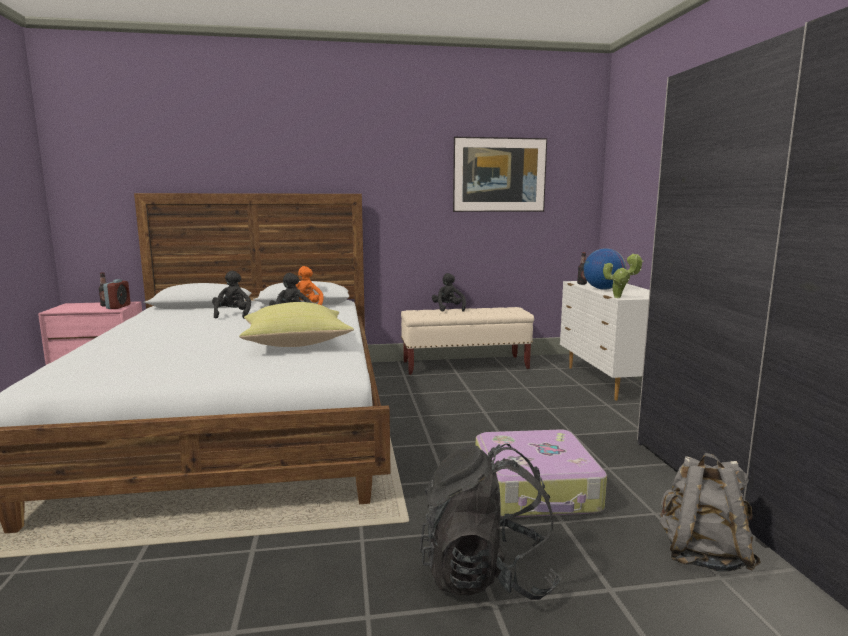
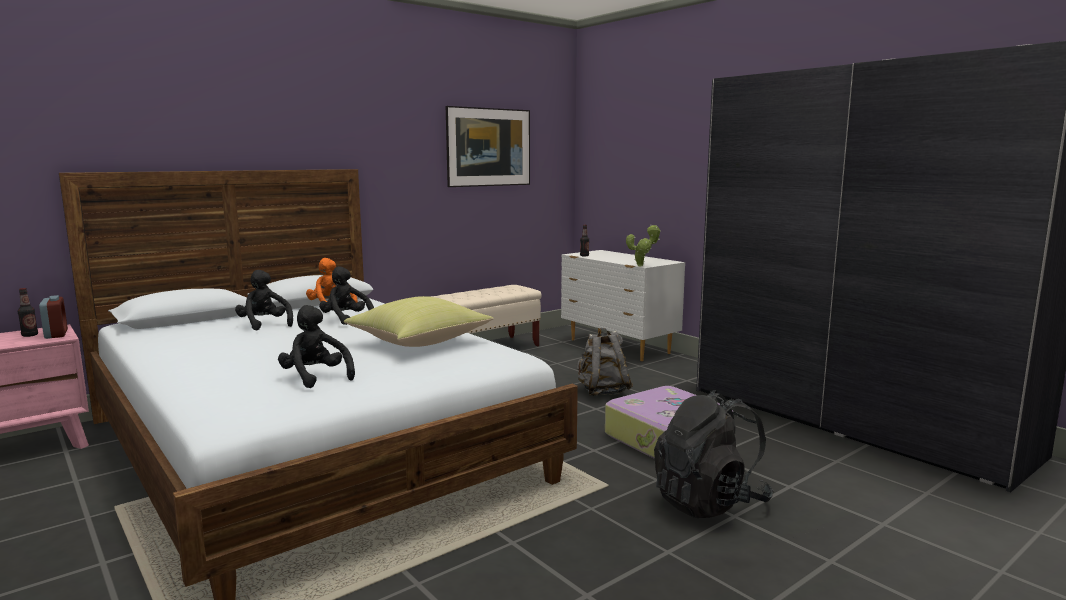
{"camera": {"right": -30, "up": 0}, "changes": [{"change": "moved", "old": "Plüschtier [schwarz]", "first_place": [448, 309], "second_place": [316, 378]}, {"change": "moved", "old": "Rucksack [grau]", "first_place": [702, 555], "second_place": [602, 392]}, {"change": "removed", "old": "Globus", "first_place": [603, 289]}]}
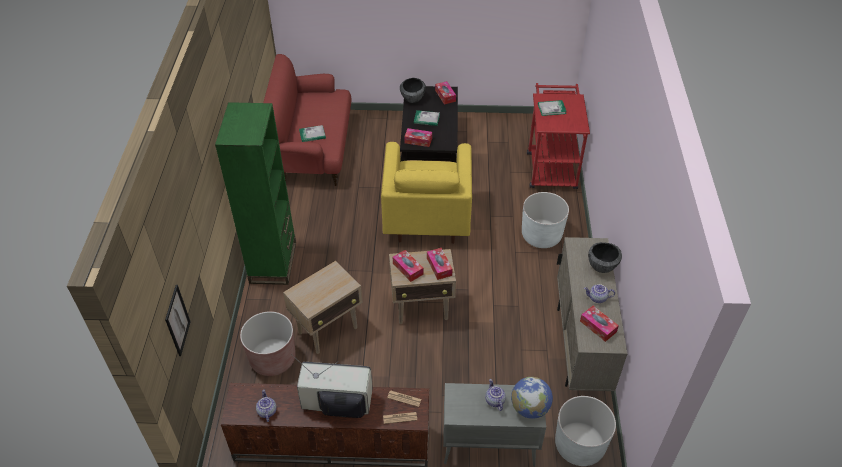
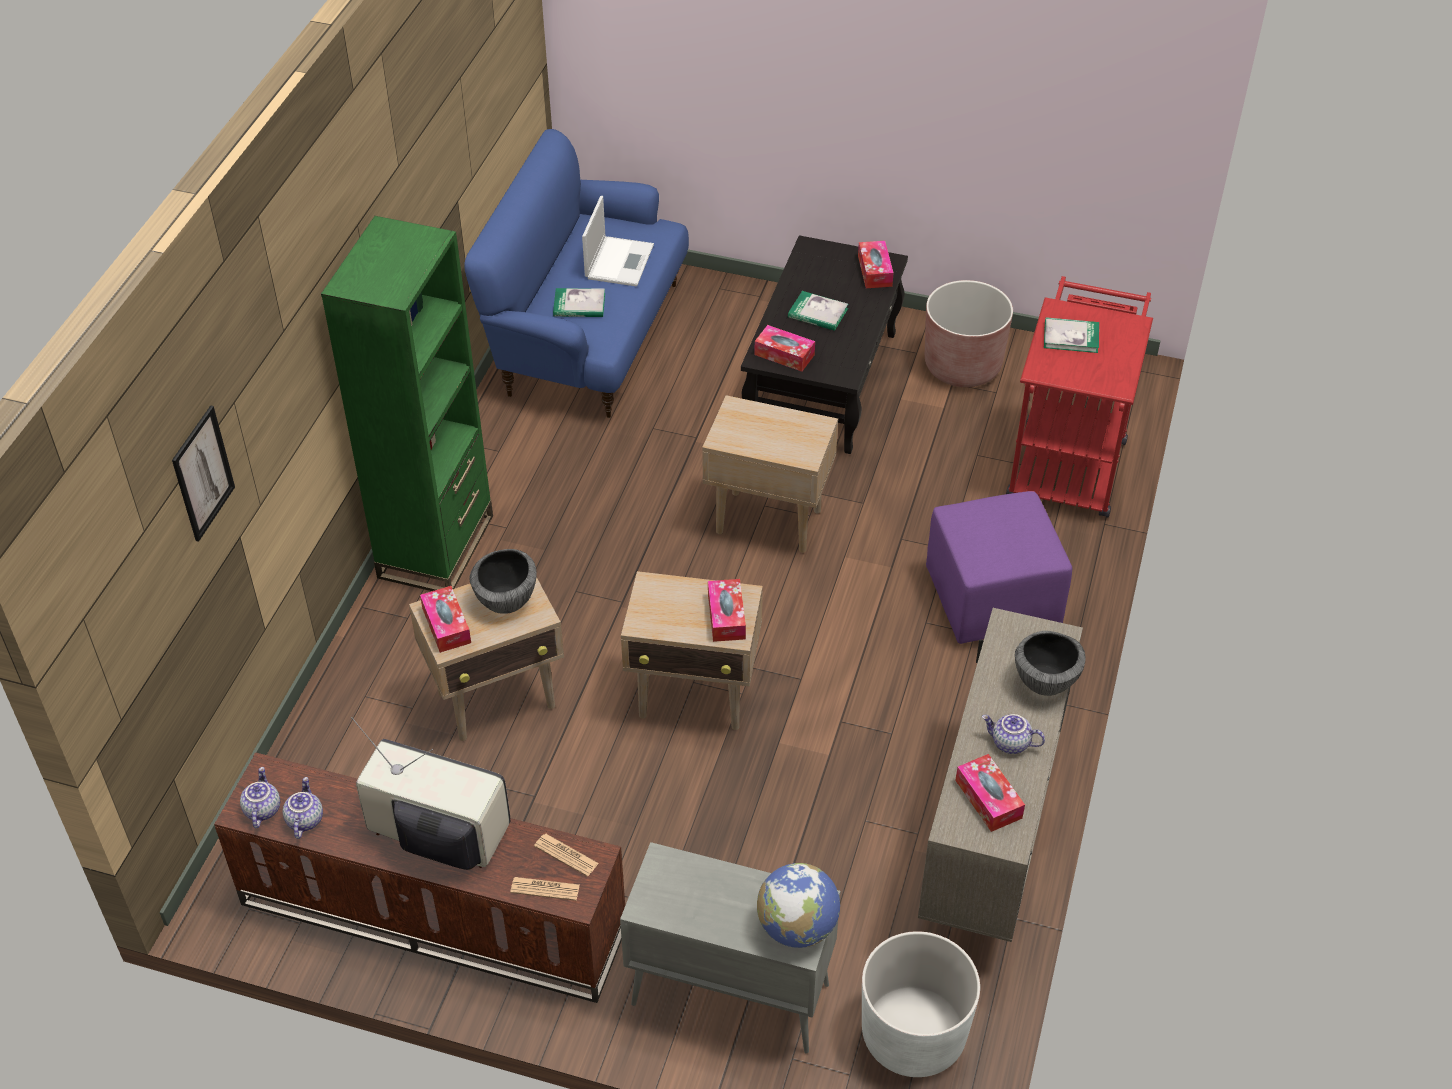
{"camera": {"right": 15, "up": 0}, "changes": [{"change": "moved", "old": "Bild", "first_place": [177, 320], "second_place": [203, 473]}, {"change": "moved", "old": "Teekanne", "first_place": [494, 400], "second_place": [261, 809]}, {"change": "moved", "old": "Taschentuchbox", "first_place": [408, 269], "second_place": [446, 625]}, {"change": "recoloured", "old": "Sofa [rot]", "new": "Sofa [blau]", "first_place": [313, 151], "second_place": [588, 338]}, {"change": "moved", "old": "Schüssel", "first_place": [412, 99], "second_place": [506, 601]}, {"change": "added", "new": "Laptop", "second_place": [619, 261]}, {"change": "replaced", "old": "Sessel [gelb]", "new": "Beistelltisch [beige]", "first_place": [426, 220], "second_place": [767, 521]}, {"change": "moved", "old": "Pflanzkübel [braun]", "first_place": [272, 359], "second_place": [962, 366]}, {"change": "replaced", "old": "Pflanzkübel [weiß]", "new": "Polsterhocker [lila]", "first_place": [541, 235], "second_place": [993, 600]}]}
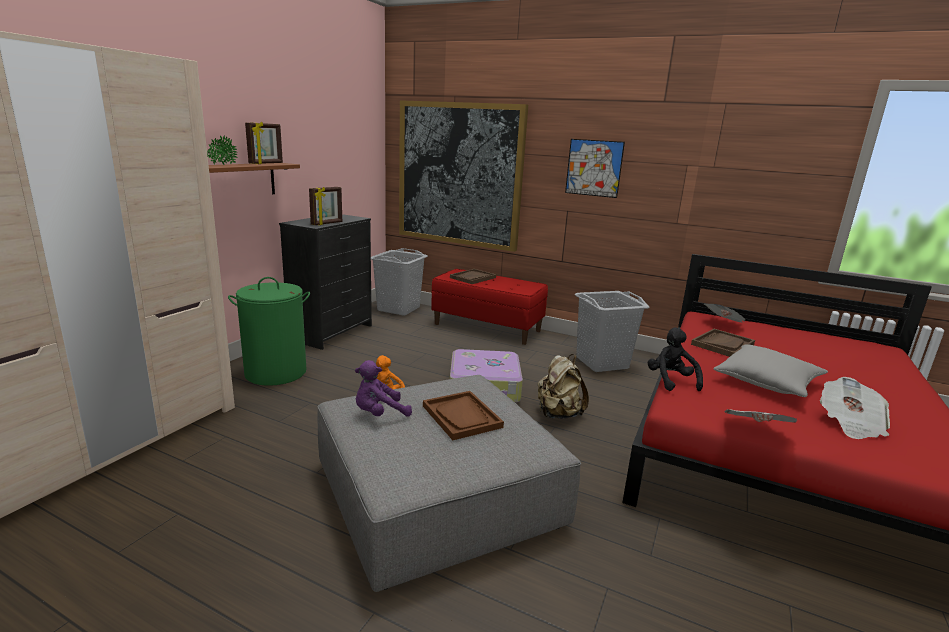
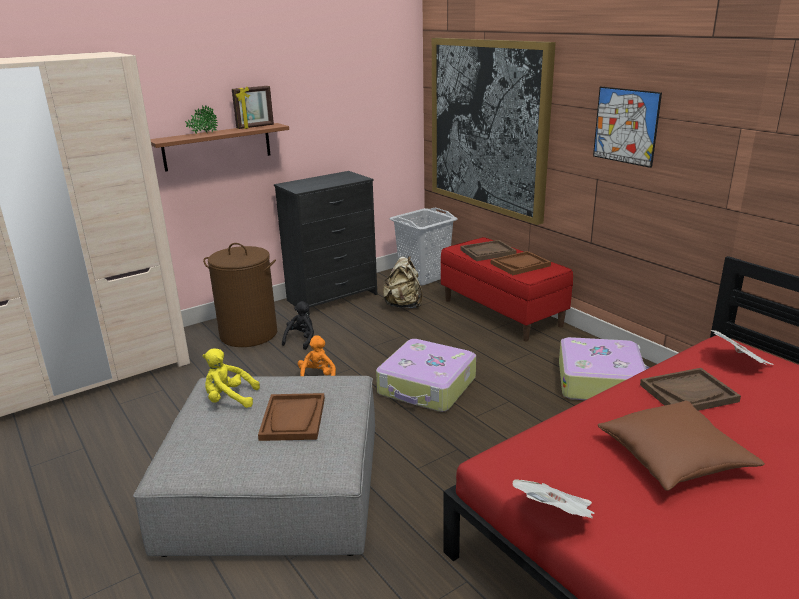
{"camera": {"right": 30, "up": 5}, "changes": [{"change": "recoloured", "old": "Wäschekorb [grün]", "new": "Wäschekorb [braun]", "first_place": [276, 372], "second_place": [249, 334]}, {"change": "recoloured", "old": "Plüschtier [lila]", "new": "Plüschtier [gelb]", "first_place": [379, 414], "second_place": [229, 399]}, {"change": "moved", "old": "Plüschtier [schwarz]", "first_place": [671, 381], "second_place": [301, 340]}, {"change": "moved", "old": "Rucksack [beige]", "first_place": [558, 414], "second_place": [403, 305]}, {"change": "added", "new": "Tablett [braun]", "second_place": [520, 264]}, {"change": "replaced", "old": "Wäschekorb [grau]", "new": "Koffer", "first_place": [601, 363], "second_place": [600, 381]}, {"change": "recoloured", "old": "Kissen [grau]", "new": "Kissen [braun]", "first_place": [767, 383], "second_place": [674, 459]}, {"change": "removed", "old": "Bilderrahmen", "first_place": [327, 223]}, {"change": "removed", "old": "Zeitung", "first_place": [850, 424]}]}
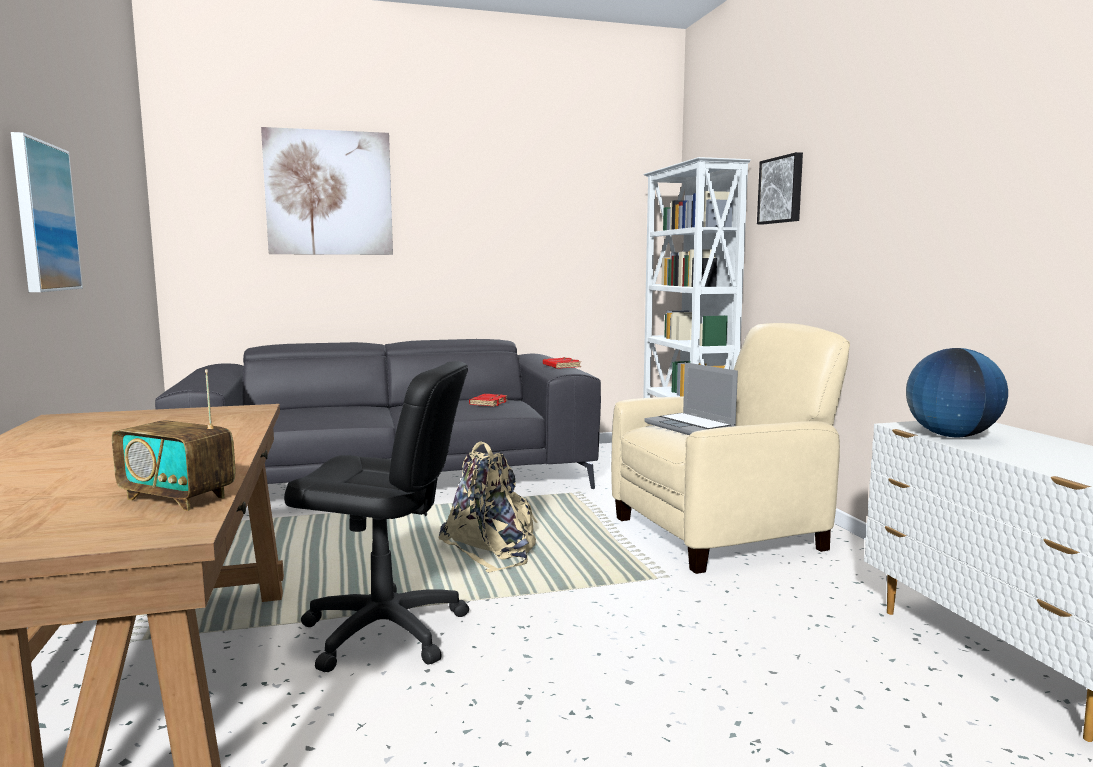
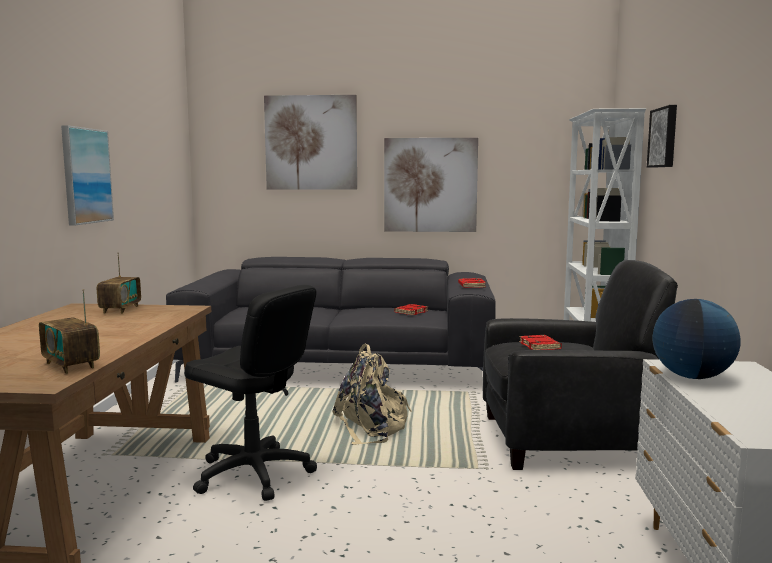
{"camera": {"right": 20, "up": 0}, "changes": [{"change": "added", "new": "Radio", "second_place": [120, 309]}, {"change": "added", "new": "Bild", "second_place": [430, 185]}, {"change": "recoloured", "old": "Sessel [beige]", "new": "Sessel [schwarz]", "first_place": [720, 533], "second_place": [565, 440]}, {"change": "replaced", "old": "Laptop", "new": "Buch [rot]", "first_place": [691, 426], "second_place": [540, 346]}]}
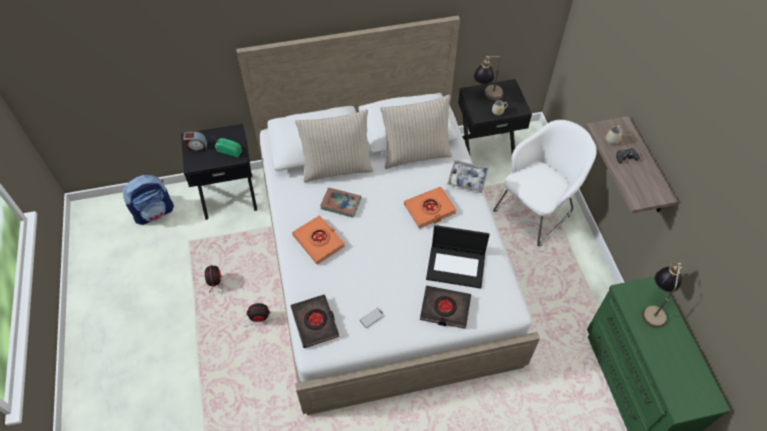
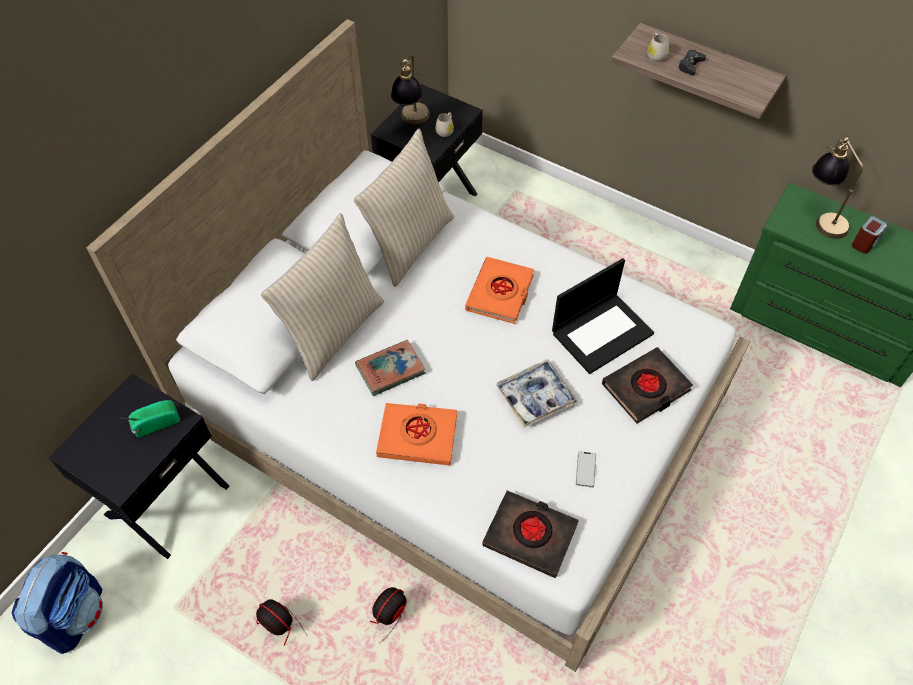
{"camera": {"right": -45, "up": 0}, "changes": [{"change": "moved", "old": "Tablett", "first_place": [467, 179], "second_place": [536, 397]}, {"change": "moved", "old": "Wecker", "first_place": [197, 146], "second_place": [865, 242]}, {"change": "removed", "old": "Sessel [weiß]", "first_place": [535, 211]}]}
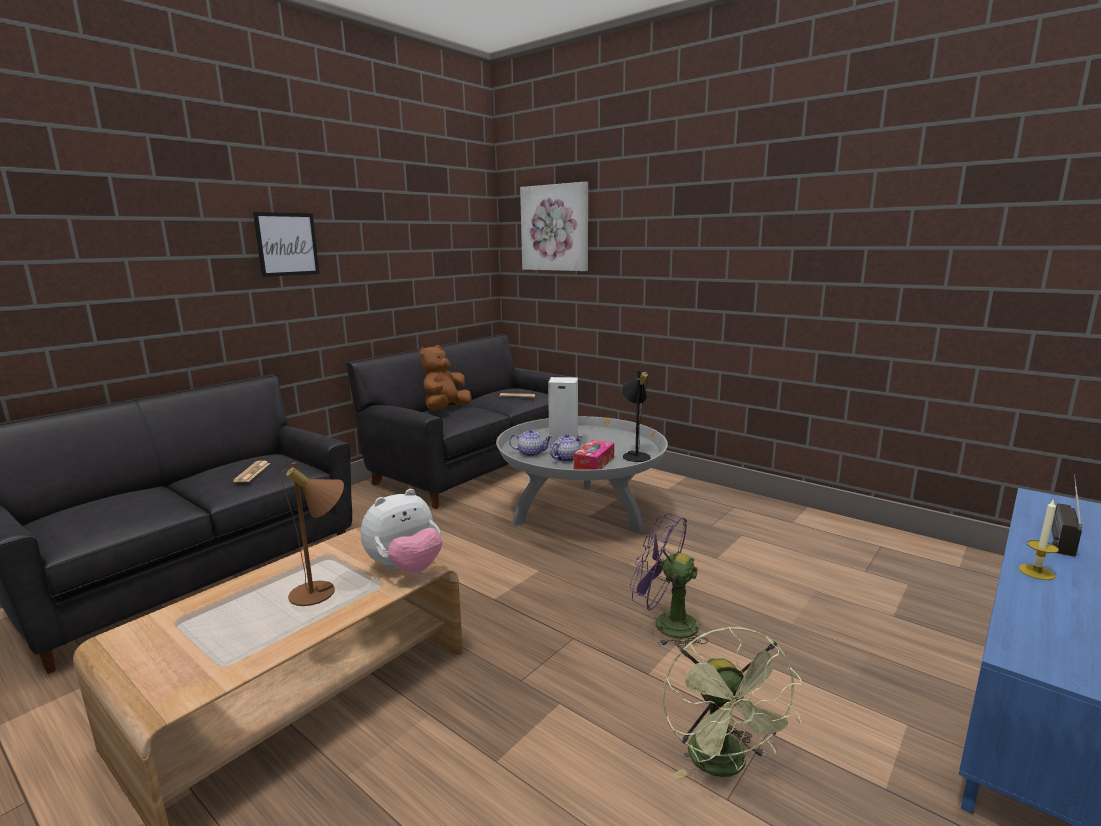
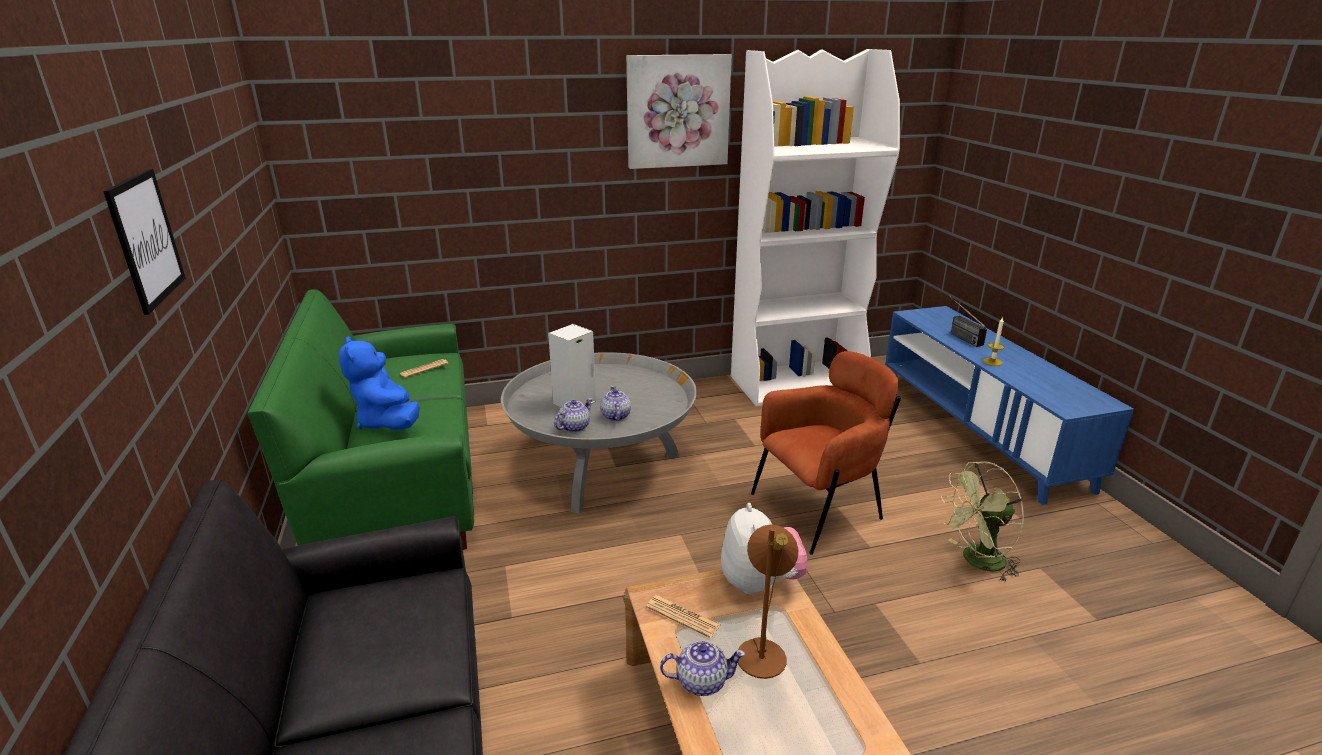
{"camera": {"right": -55, "up": 10}, "changes": [{"change": "recoloured", "old": "Sofa [schwarz]", "new": "Sofa [grün]", "first_place": [475, 467], "second_place": [397, 481]}, {"change": "recoloured", "old": "Plüschtier [braun]", "new": "Plüschtier [blau]", "first_place": [445, 409], "second_place": [388, 422]}, {"change": "moved", "old": "Bild", "first_place": [555, 228], "second_place": [677, 111]}, {"change": "moved", "old": "Zeitung", "first_place": [252, 472], "second_place": [683, 616]}, {"change": "added", "new": "Teekanne", "second_place": [701, 681]}, {"change": "added", "new": "Bücherregal [weiß]", "second_place": [797, 383]}, {"change": "replaced", "old": "Ventilator [lila]", "new": "Sessel [braun]", "first_place": [666, 624], "second_place": [819, 510]}, {"change": "turned", "old": "Ventilator [grün]", "first_place": [724, 766], "second_place": [976, 562], "degrees": 135}, {"change": "removed", "old": "Taschentuchbox", "first_place": [594, 463]}, {"change": "removed", "old": "Tischlampe [schwarz]", "first_place": [635, 455]}]}
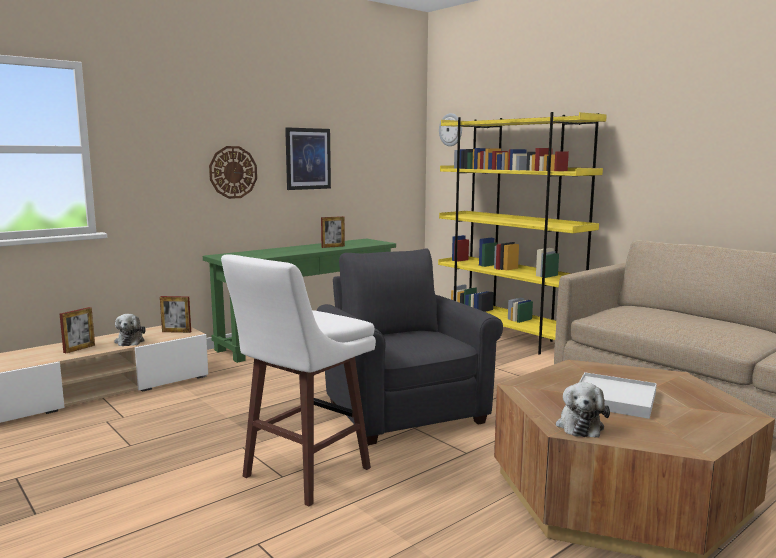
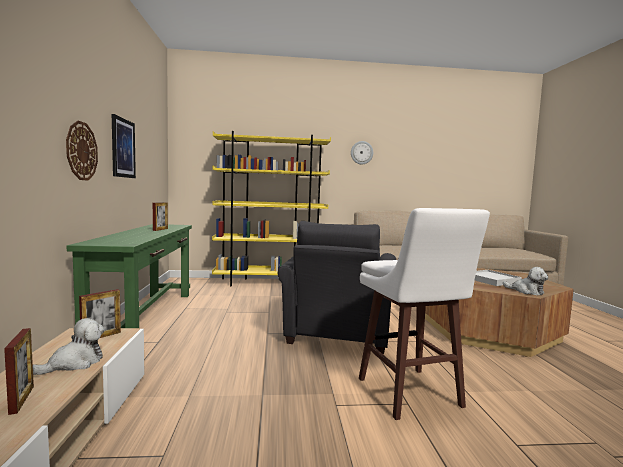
{"camera": {"right": -55, "up": -5}, "changes": [{"change": "turned", "old": "Plüschtier", "first_place": [130, 341], "second_place": [74, 363], "degrees": -75}, {"change": "turned", "old": "Sessel [grau]", "first_place": [403, 409], "second_place": [338, 335], "degrees": -90}, {"change": "moved", "old": "Wanduhr", "first_place": [451, 129], "second_place": [361, 152]}]}
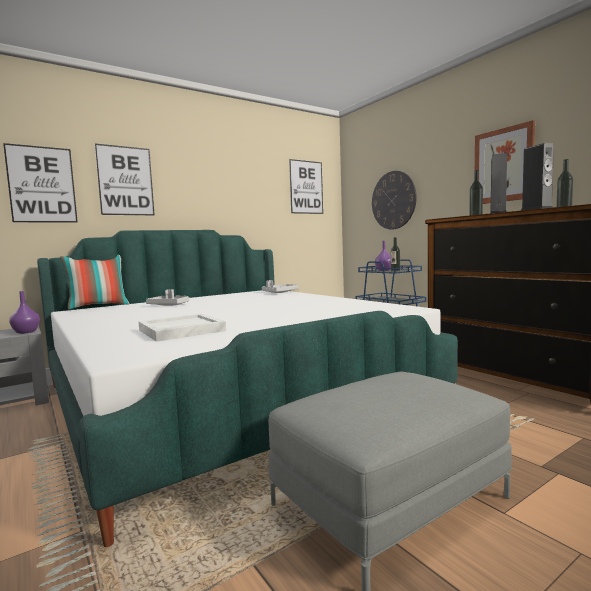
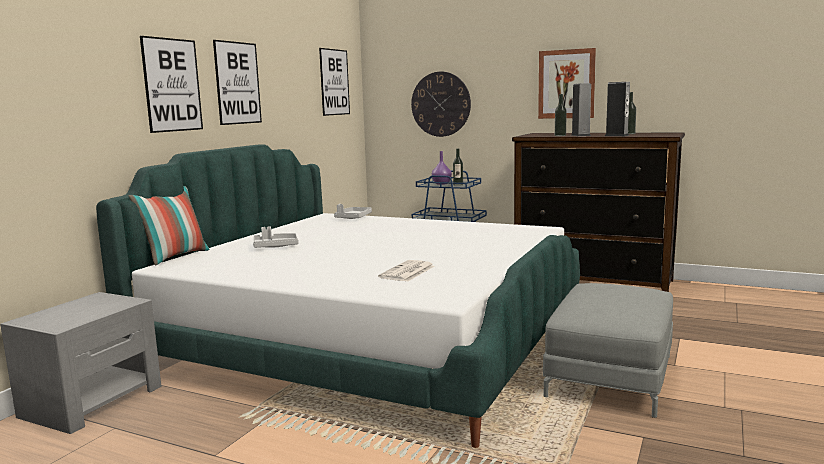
{"camera": {"right": -30, "up": 5}, "changes": [{"change": "moved", "old": "Bild", "first_place": [42, 184], "second_place": [237, 83]}, {"change": "replaced", "old": "Tablett [weiß]", "new": "Zeitung", "first_place": [181, 330], "second_place": [407, 272]}, {"change": "removed", "old": "Vase [lila]", "first_place": [26, 332]}]}
